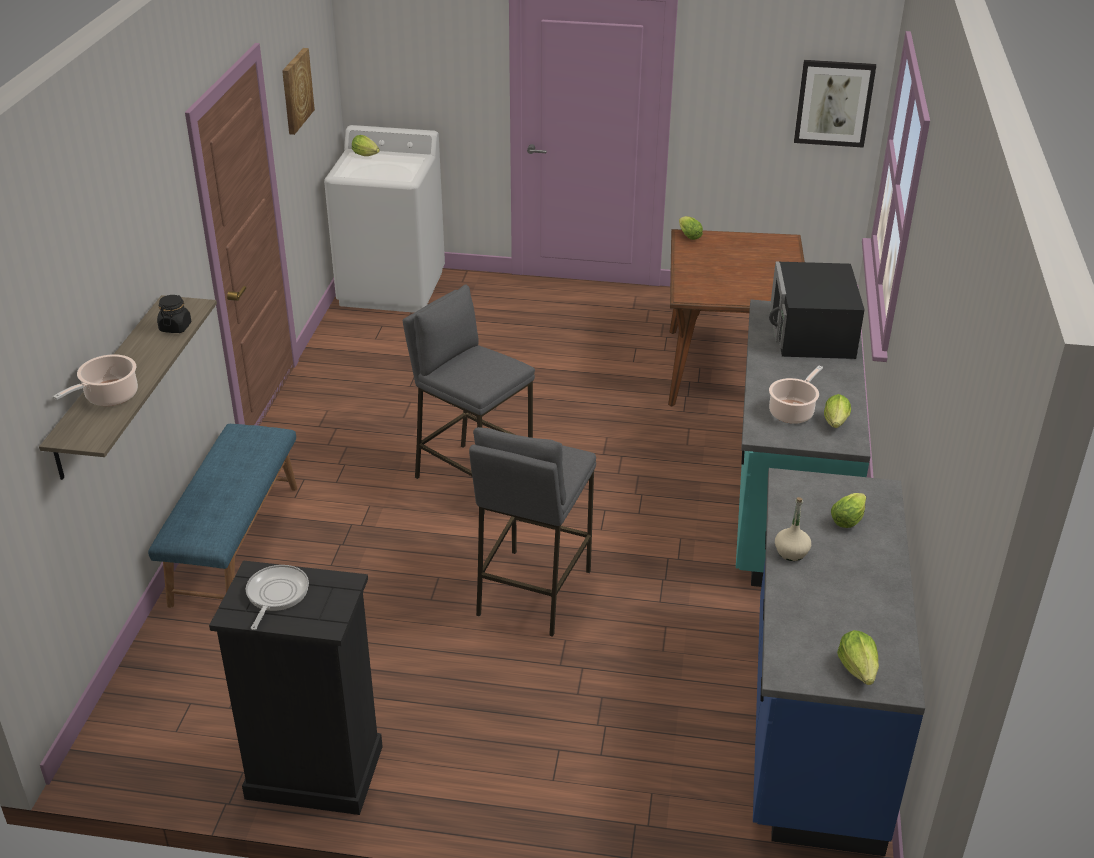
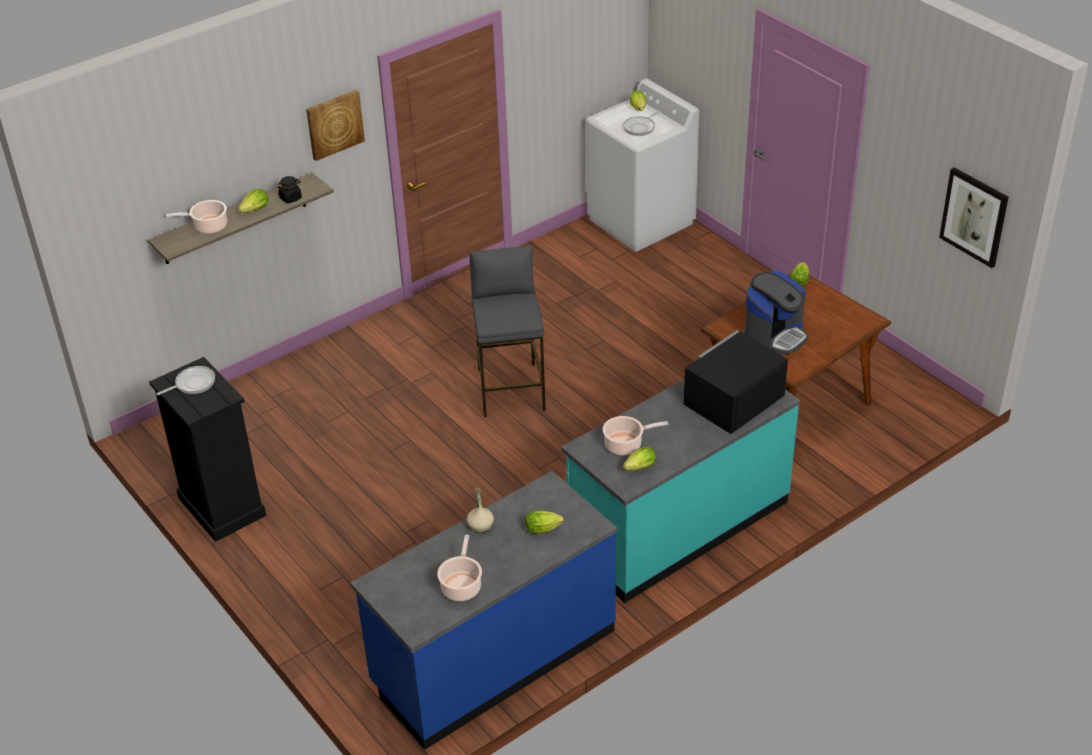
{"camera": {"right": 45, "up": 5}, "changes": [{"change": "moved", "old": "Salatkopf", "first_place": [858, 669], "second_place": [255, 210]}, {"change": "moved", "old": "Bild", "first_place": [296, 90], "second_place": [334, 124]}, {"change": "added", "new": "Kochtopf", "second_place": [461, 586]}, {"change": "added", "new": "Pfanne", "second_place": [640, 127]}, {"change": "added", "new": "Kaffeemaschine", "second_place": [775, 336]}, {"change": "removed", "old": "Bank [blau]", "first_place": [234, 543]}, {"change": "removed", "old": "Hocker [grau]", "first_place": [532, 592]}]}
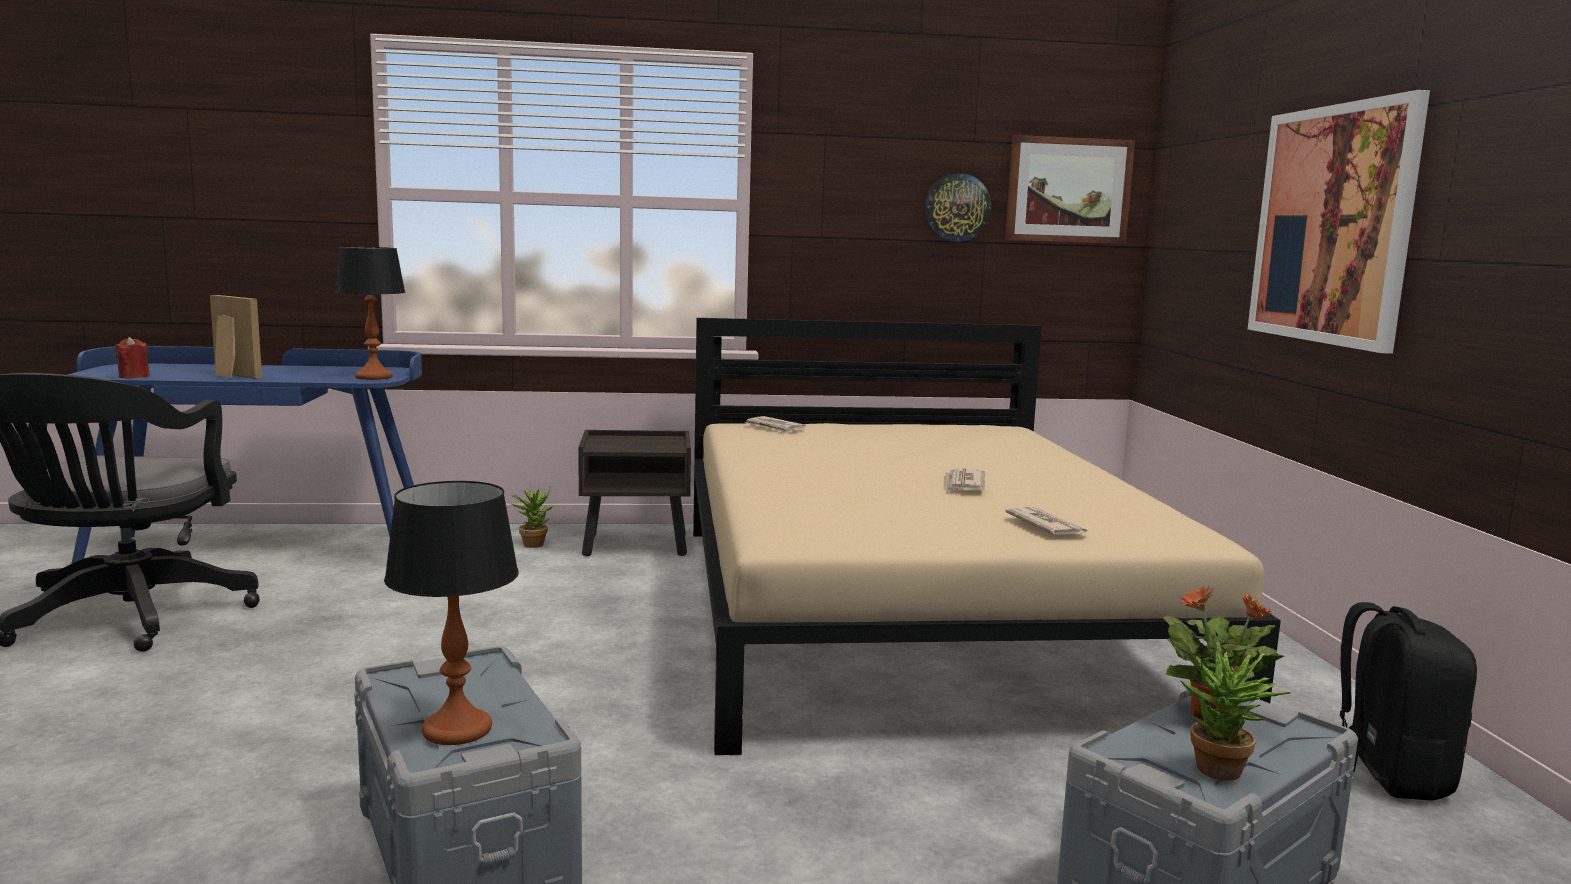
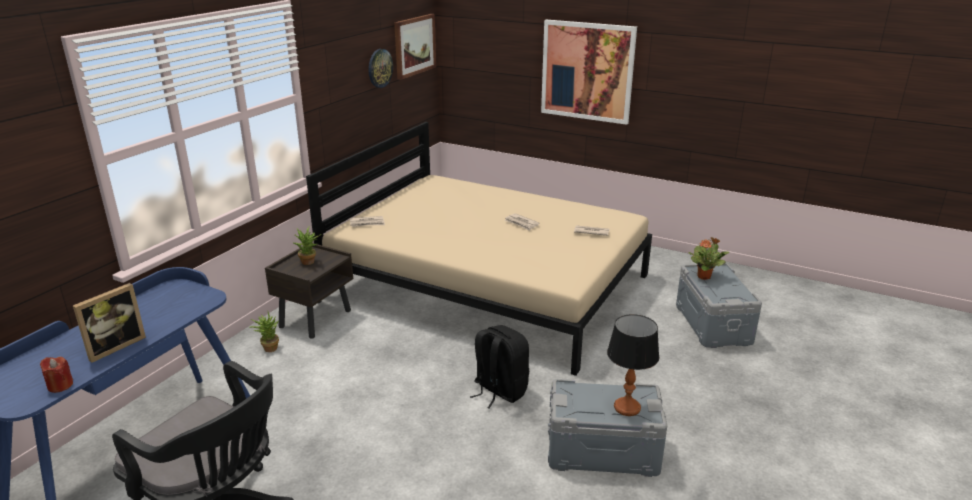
{"camera": {"right": -55, "up": 15}, "changes": [{"change": "turned", "old": "Bilderrahmen", "first_place": [230, 375], "second_place": [114, 346], "degrees": 150}, {"change": "moved", "old": "Topfpflanze", "first_place": [1222, 775], "second_place": [309, 263]}, {"change": "moved", "old": "Rucksack [schwarz]", "first_place": [1386, 774], "second_place": [499, 391]}, {"change": "removed", "old": "Tischlampe", "first_place": [374, 377]}]}
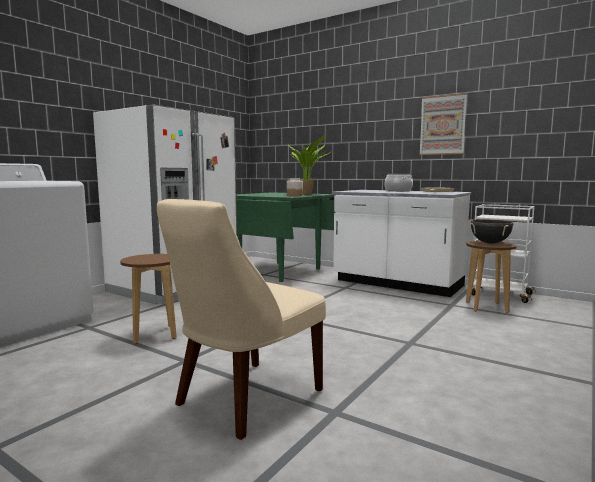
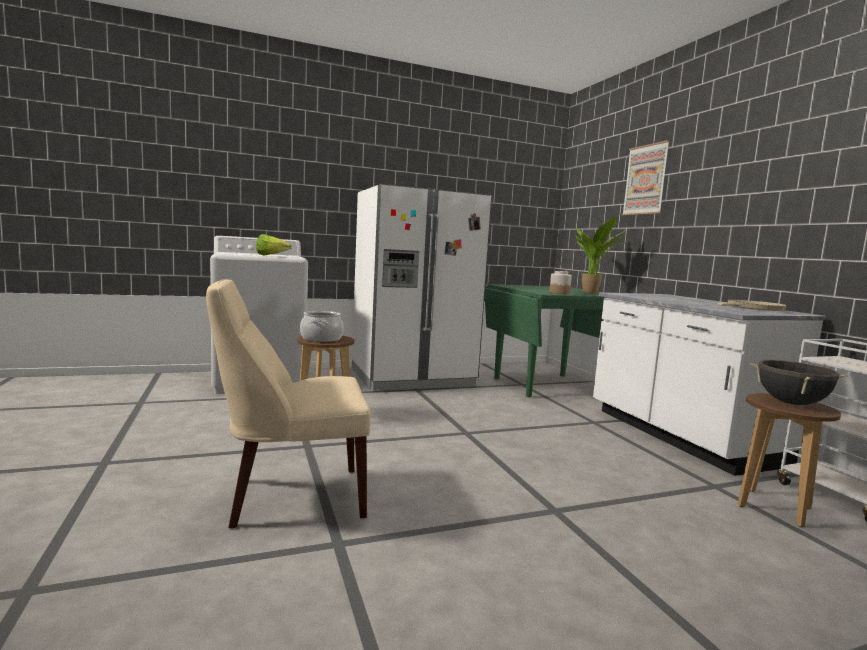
{"camera": {"right": 35, "up": 0}, "changes": [{"change": "added", "new": "Salatkopf", "second_place": [271, 255]}, {"change": "moved", "old": "Kochtopf", "first_place": [398, 191], "second_place": [321, 339]}, {"change": "moved", "old": "Bild", "first_place": [442, 125], "second_place": [645, 180]}]}
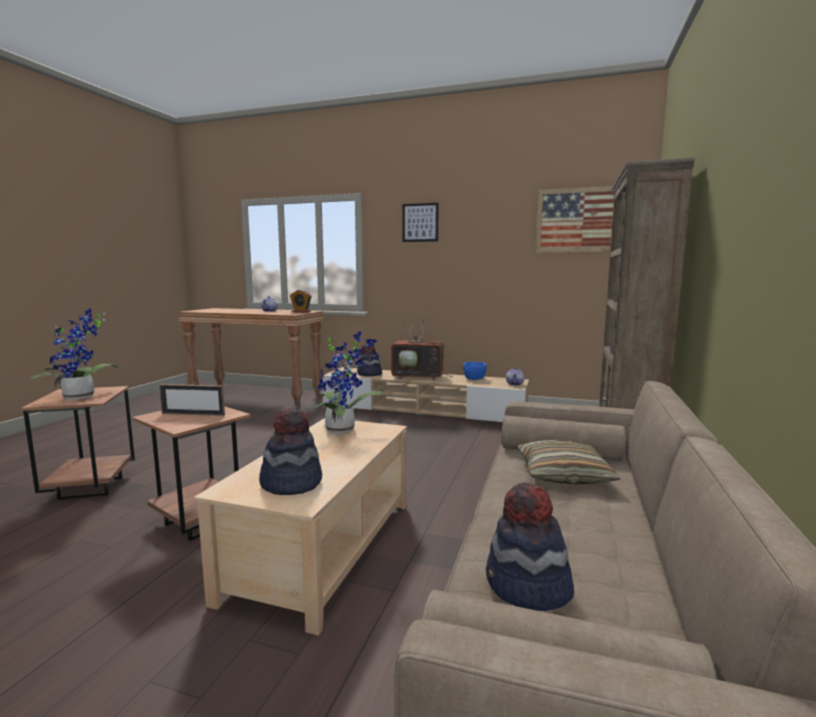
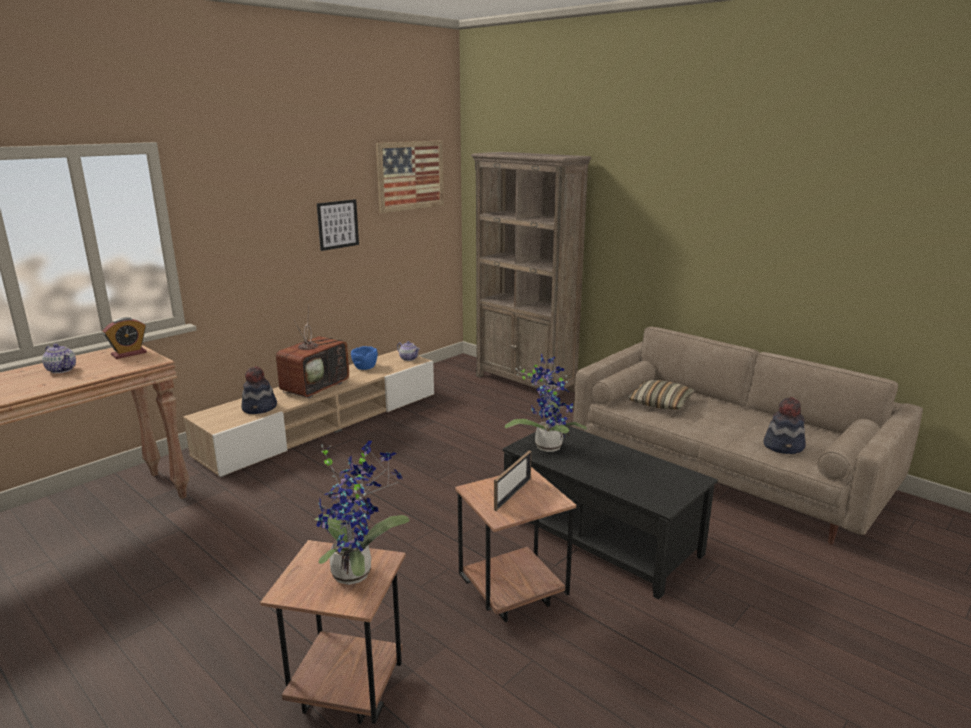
{"camera": {"right": -65, "up": 10}, "changes": [{"change": "moved", "old": "Bild", "first_place": [420, 222], "second_place": [338, 224]}, {"change": "recoloured", "old": "Couchtisch [beige]", "new": "Couchtisch [schwarz]", "first_place": [324, 549], "second_place": [601, 536]}, {"change": "removed", "old": "Hut", "first_place": [291, 483]}]}
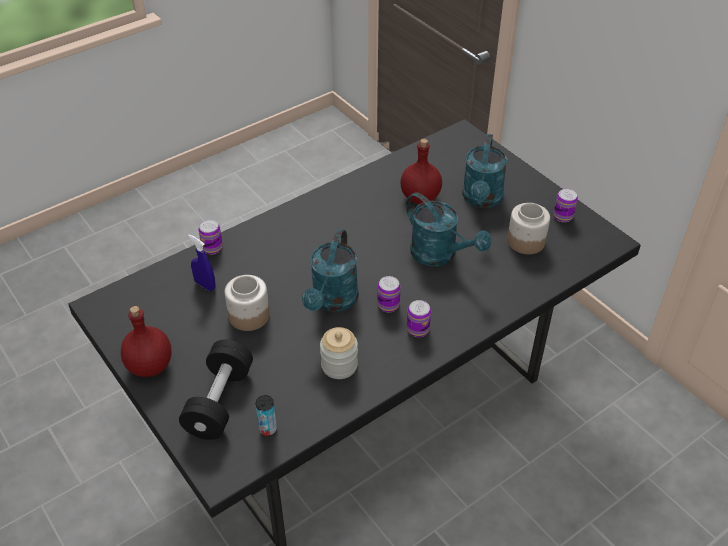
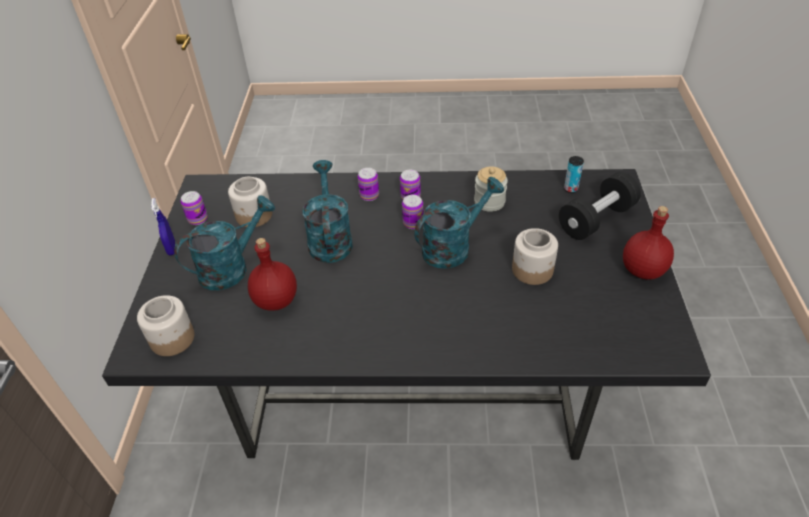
{"camera": {"right": -140, "up": 0}, "changes": [{"change": "added", "new": "Vorratsglas", "second_place": [171, 339]}, {"change": "moved", "old": "Sprühflasche [blau]", "first_place": [205, 285], "second_place": [171, 248]}, {"change": "moved", "old": "Dose", "first_place": [212, 248], "second_place": [369, 195]}]}
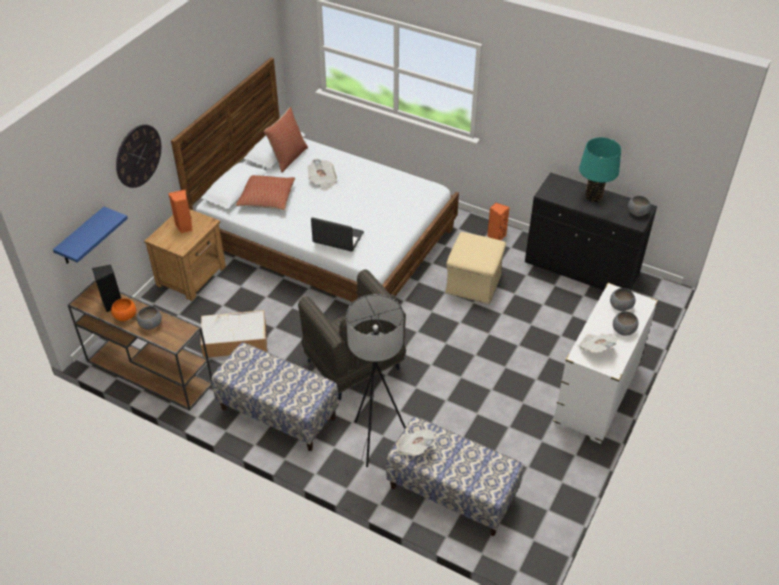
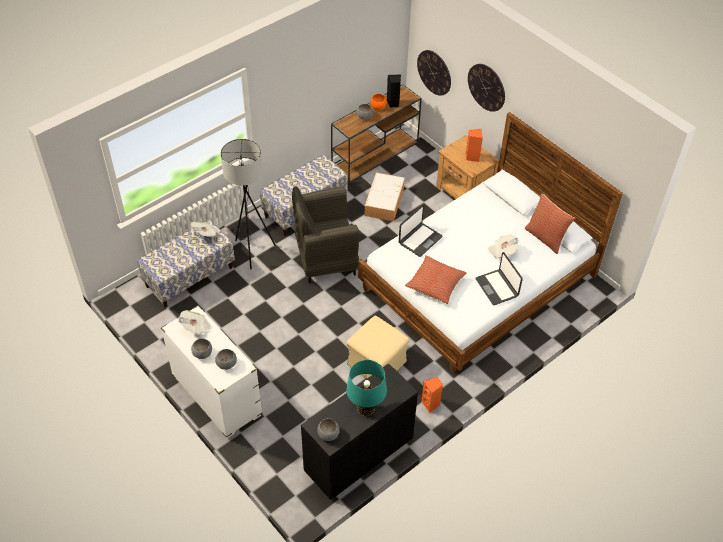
{"camera": {"right": 110, "up": 5}, "changes": [{"change": "moved", "old": "Kissen", "first_place": [266, 198], "second_place": [435, 284]}, {"change": "replaced", "old": "Wandregal [blau]", "new": "Wanduhr", "first_place": [82, 237], "second_place": [434, 72]}, {"change": "added", "new": "Laptop", "second_place": [497, 287]}]}
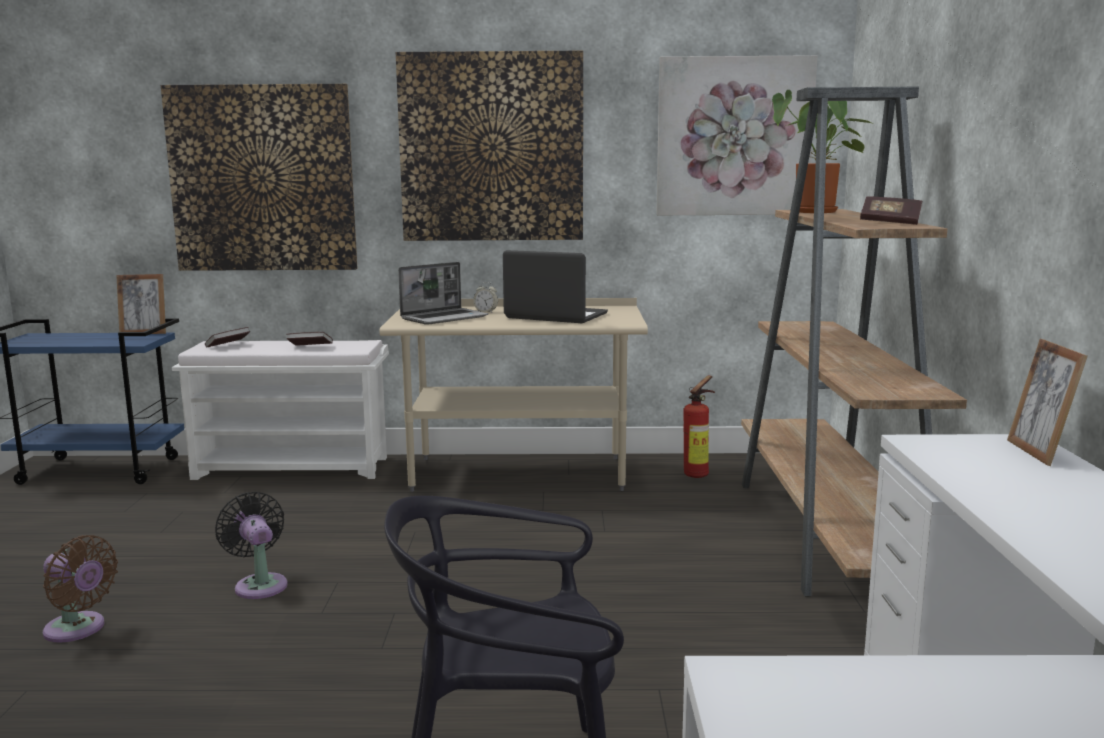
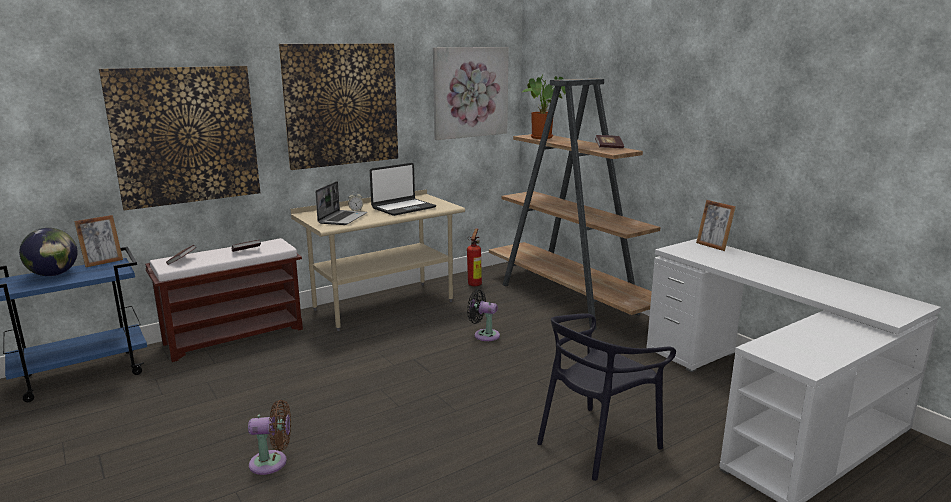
{"camera": {"right": -35, "up": 5}, "changes": [{"change": "added", "new": "Globus", "second_place": [54, 274]}, {"change": "recoloured", "old": "Bank [weiß]", "new": "Bank [braun]", "first_place": [294, 467], "second_place": [235, 336]}, {"change": "turned", "old": "Laptop", "first_place": [555, 316], "second_place": [403, 208], "degrees": 150}, {"change": "moved", "old": "Ventilator [schwarz]", "first_place": [259, 584], "second_place": [484, 335]}]}
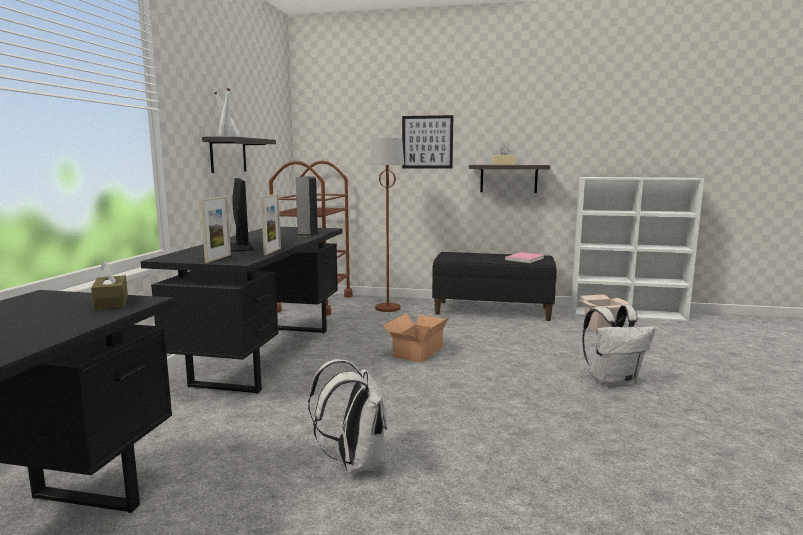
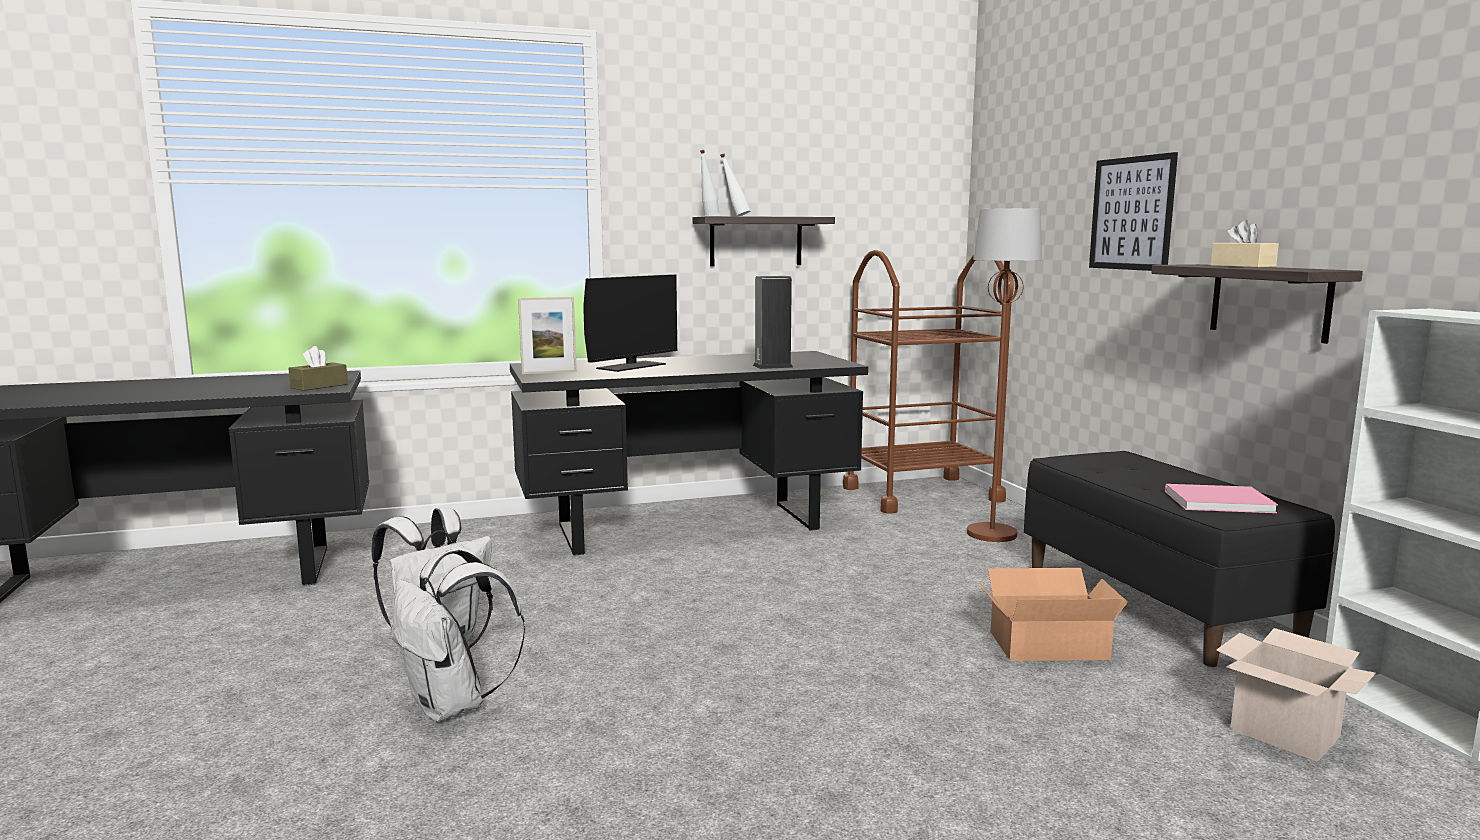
{"camera": {"right": 60, "up": 0}, "changes": [{"change": "moved", "old": "Rucksack [weiß]", "first_place": [613, 381], "second_place": [453, 706]}, {"change": "moved", "old": "Karton", "first_place": [415, 352], "second_place": [1044, 644]}, {"change": "removed", "old": "Bilderrahmen", "first_place": [272, 251]}]}
